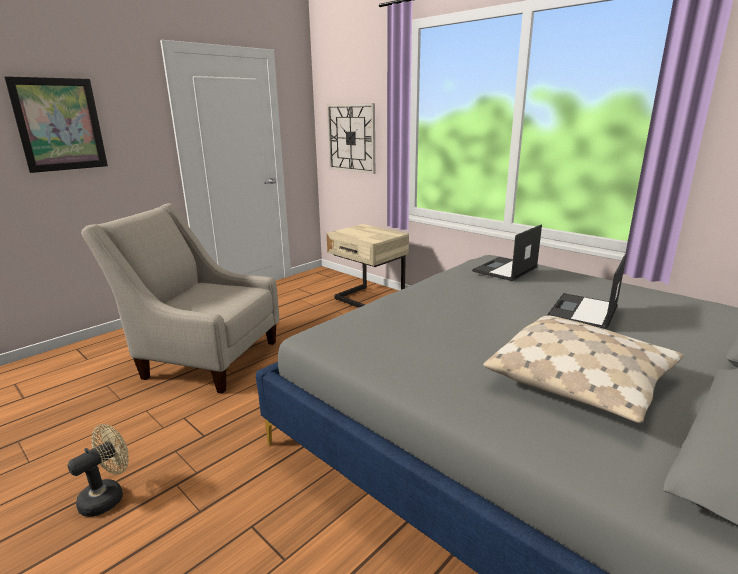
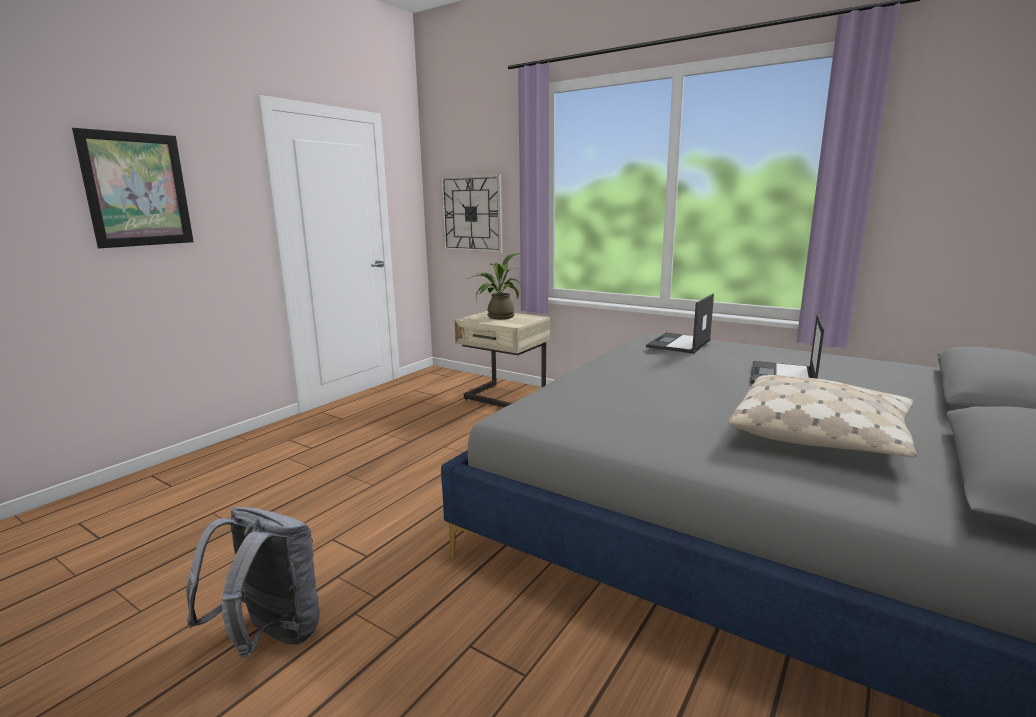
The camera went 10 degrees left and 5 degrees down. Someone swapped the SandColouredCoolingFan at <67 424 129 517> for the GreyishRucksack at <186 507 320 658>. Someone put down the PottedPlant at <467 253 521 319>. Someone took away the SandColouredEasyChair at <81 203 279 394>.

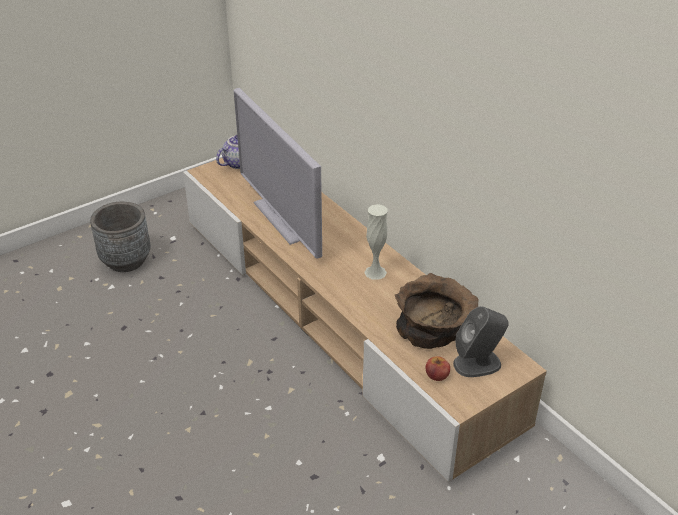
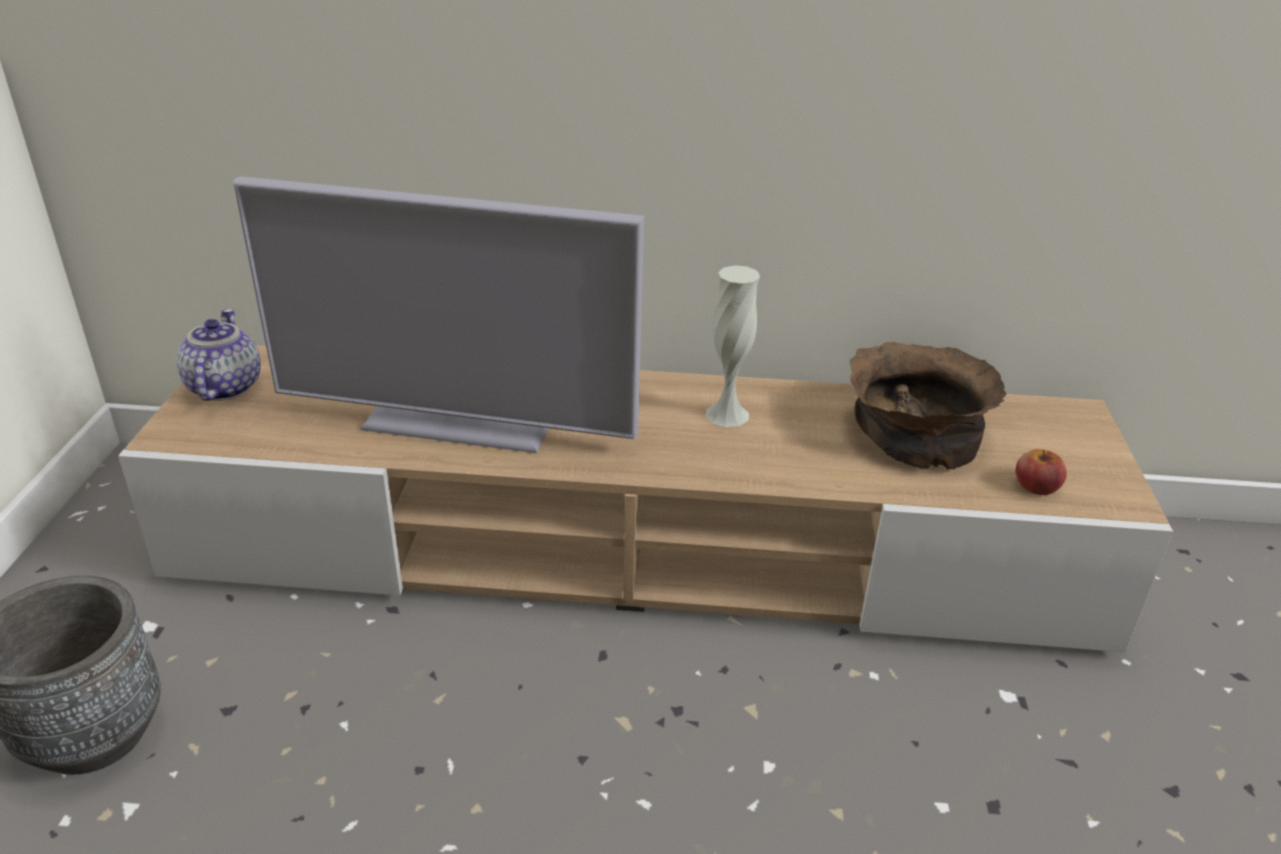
The camera went 50 degrees left and 5 degrees down. Someone took away the GreyishLoudspeaker at <453 306 509 377>.

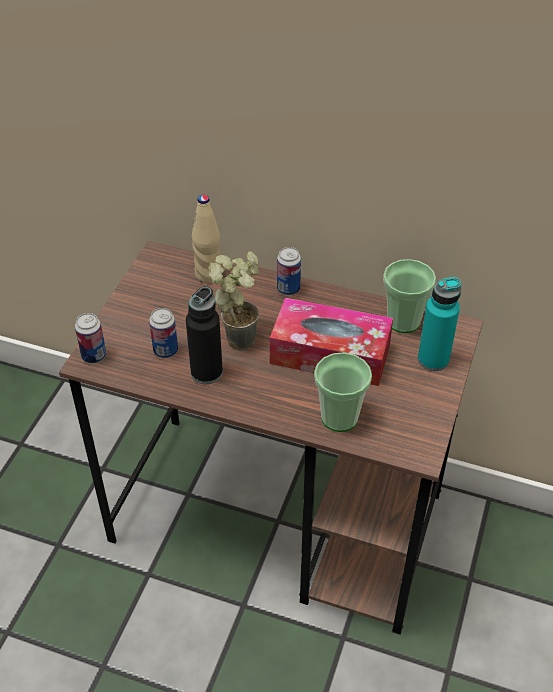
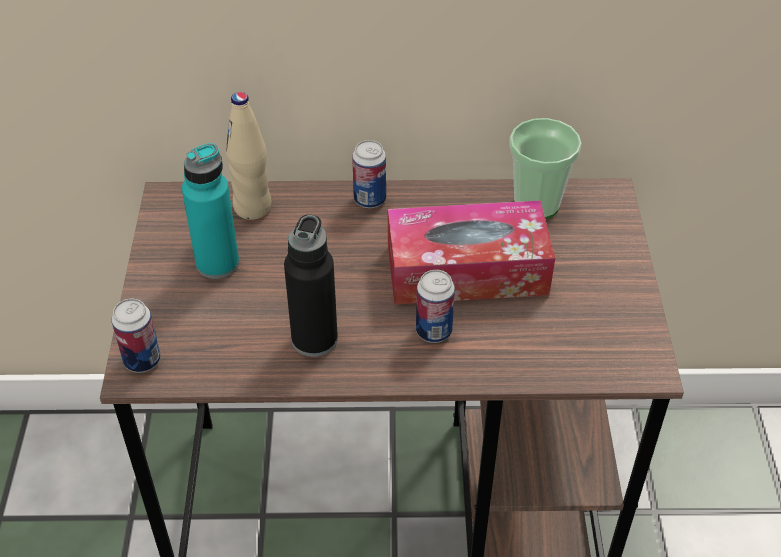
The camera went 20 degrees left and 0 degrees up. Someone carried the BlueGreenDrinkBottle from <418 277 461 371> to <182 143 239 279>. Someone carried the MetalCan from <149 308 178 358> to <416 270 455 343>. Someone took away the PottedPlant at <209 251 259 351>. Someone took away the DrinkingCup at <314 352 372 432>.

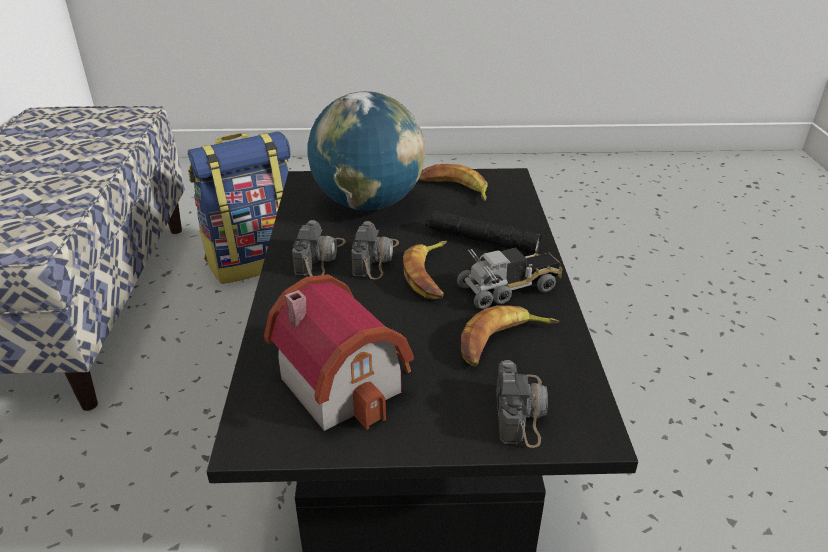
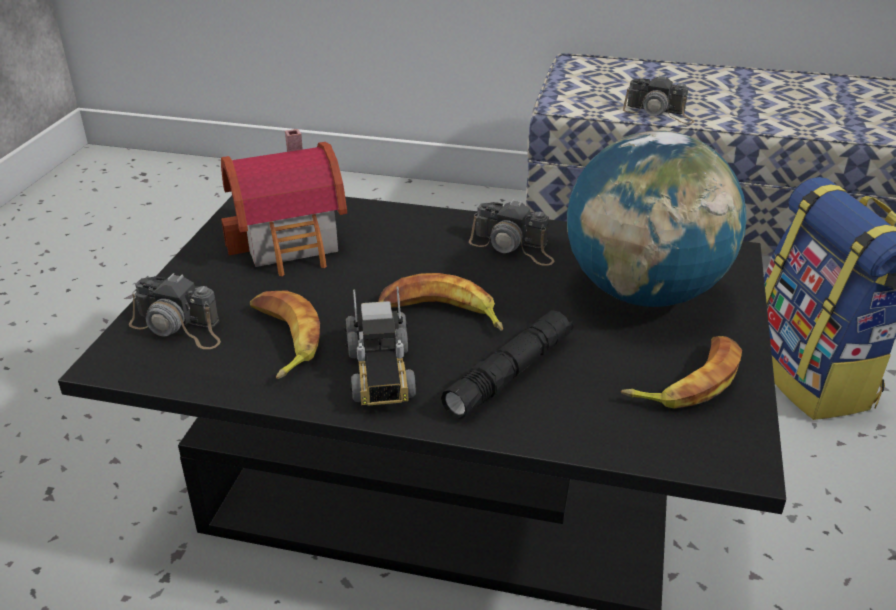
The camera went 105 degrees right and 0 degrees up. Someone carried the StillCamera from <351 221 399 279> to <623 75 695 124>.

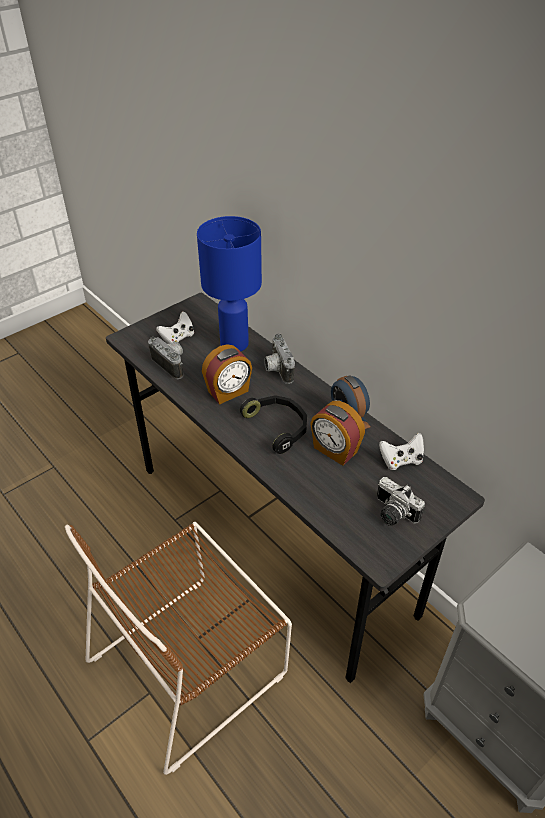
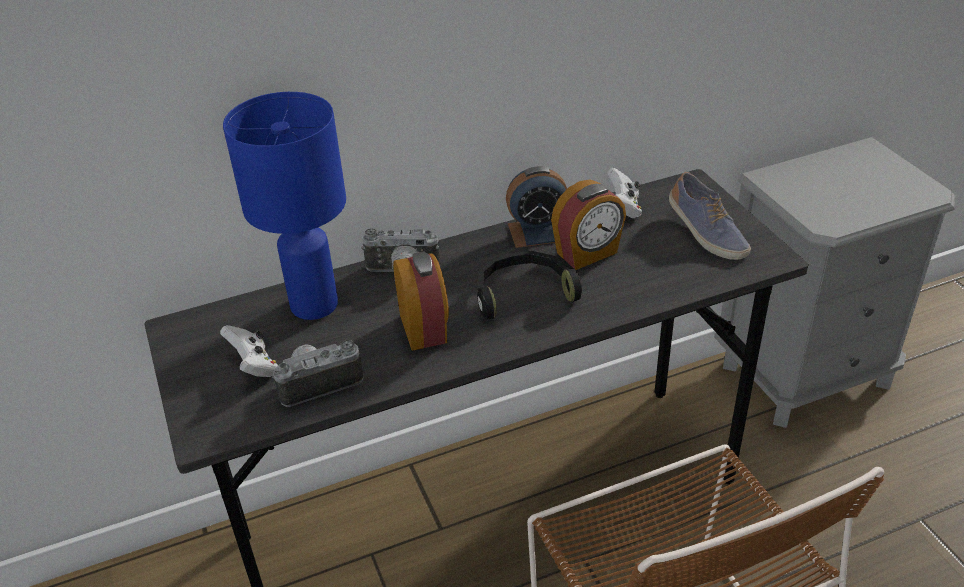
The camera went 70 degrees left and 5 degrees down. Someone swapped the StillCamera at <377 477 425 526> for the ItemOfFootwear at <669 172 751 260>.

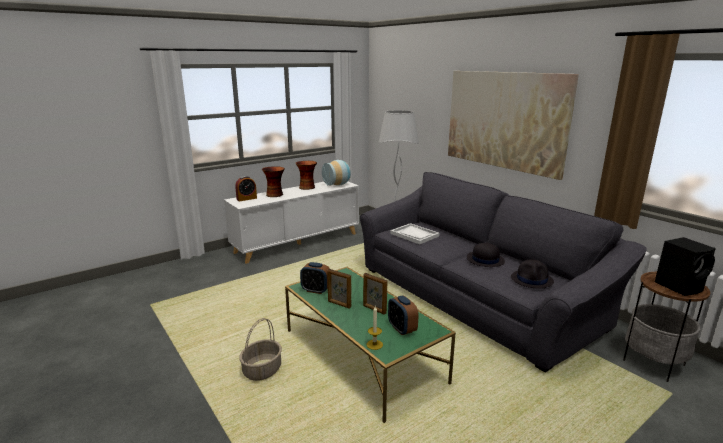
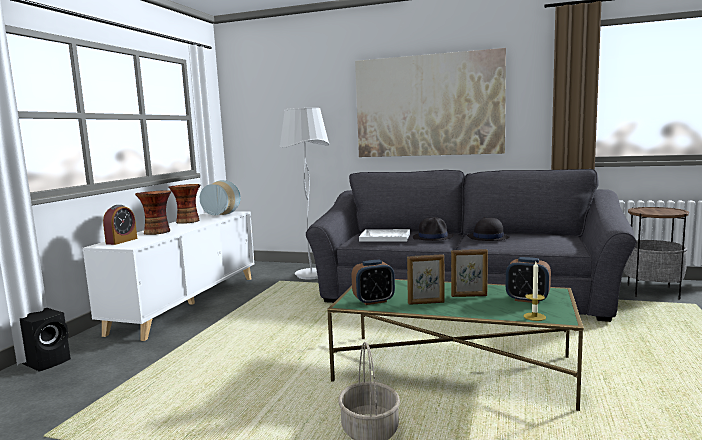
The camera went 35 degrees left and 10 degrees down. Someone carried the BlackishLoudspeaker from <655 237 716 296> to <20 308 71 372>. Someone carried the BlackishHat from <511 259 554 289> to <413 217 454 241>.

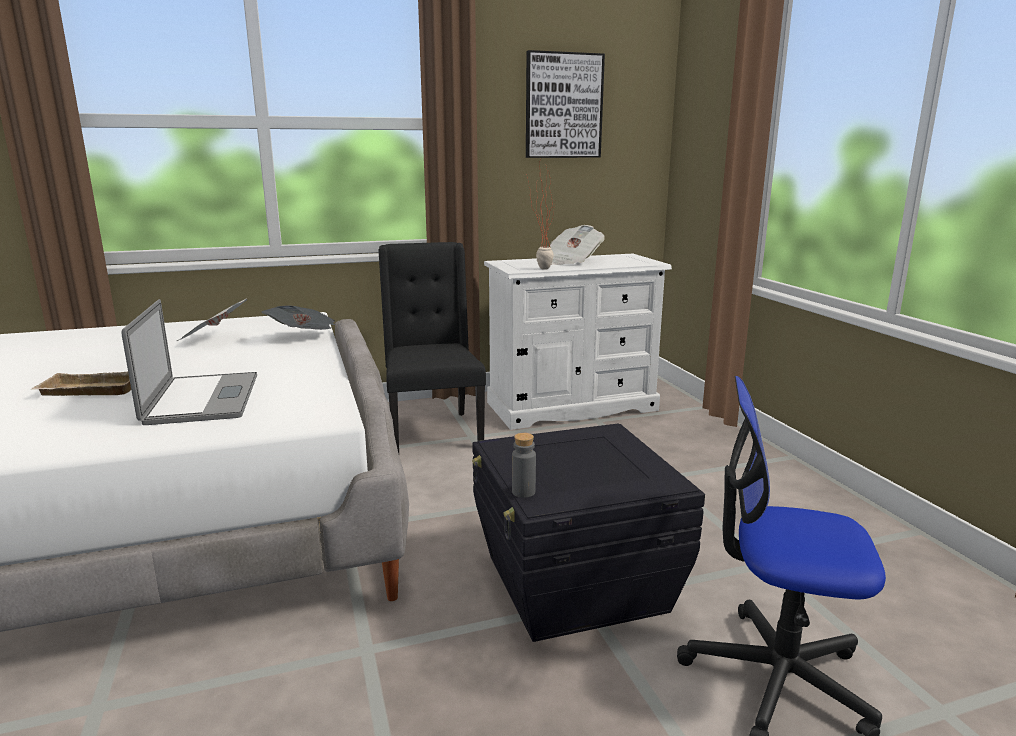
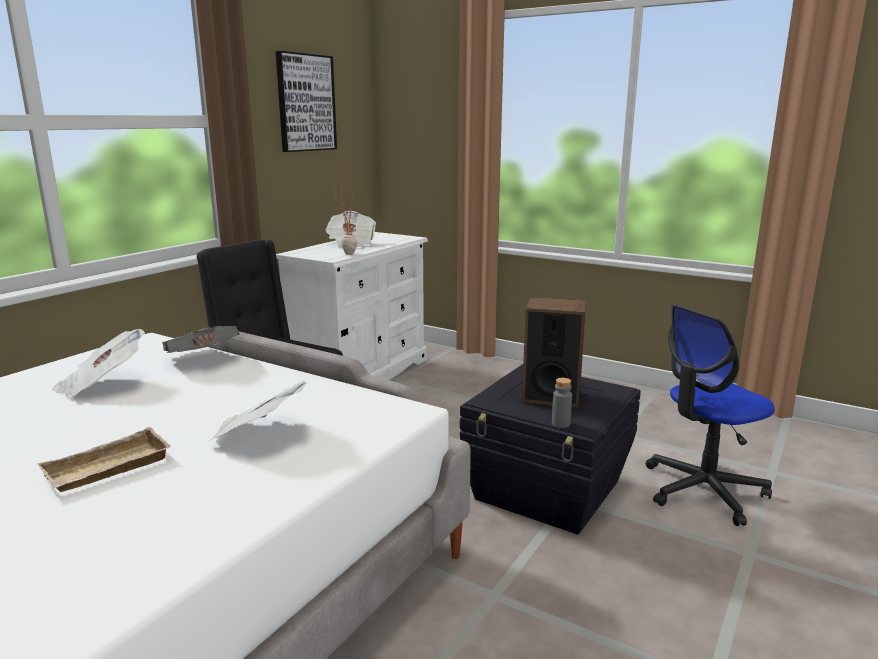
The camera went 40 degrees left and 0 degrees up. Someone swapped the PortableComputer at <121 299 257 425> for the Newspaper at <209 379 307 441>. Someone put down the Loudspeaker at <522 297 586 407>.

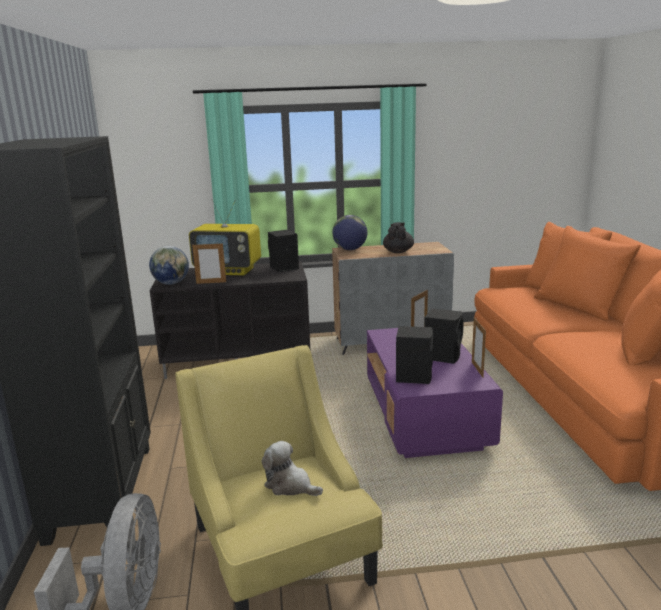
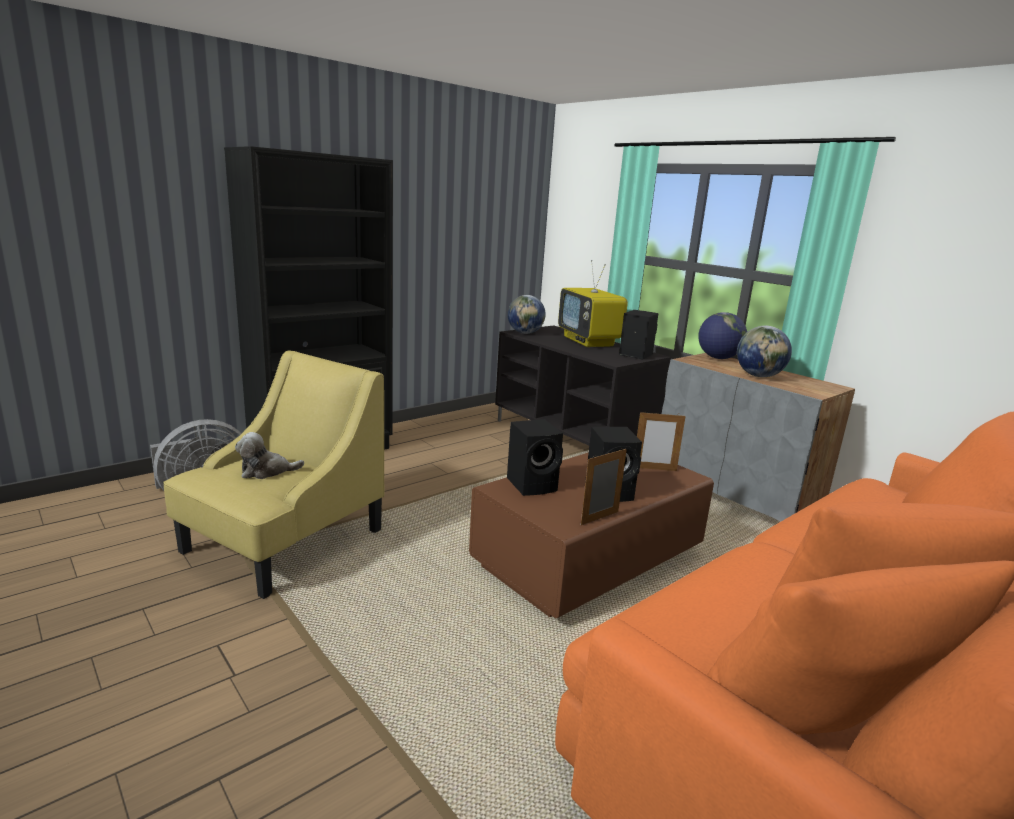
The camera went 55 degrees right and 0 degrees up. Someone rotated the SoftToy at <262 441 323 496> by 105 degrees counterclockwise. Someone repainted the PurplishLoungeTable at <367 328 503 458>, which became the BrownishLoungeTable at <469 452 714 618>. Someone swapped the BlackishTeaPot at <383 222 414 253> for the WorldGlobe at <737 326 792 377>. Someone took away the PhotoFrame at <192 243 226 284>.

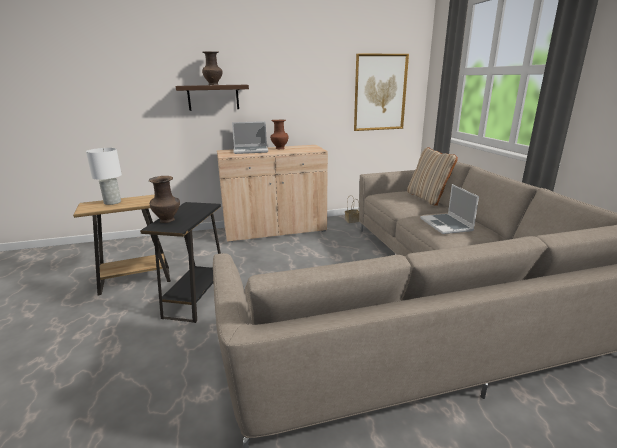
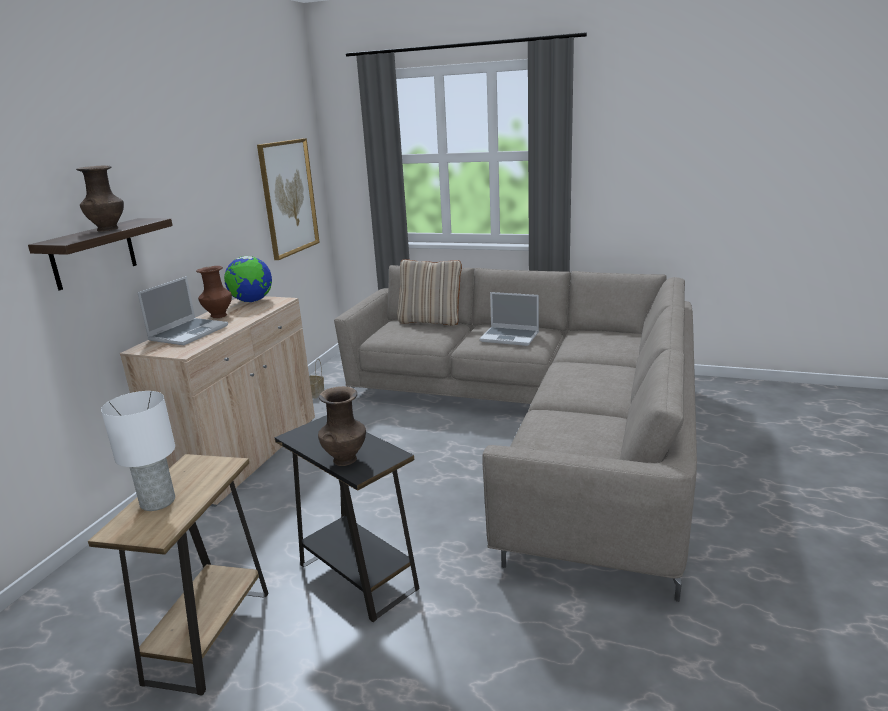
The camera went 55 degrees left and 0 degrees up. Someone put down the WorldGlobe at <224 256 272 302>.

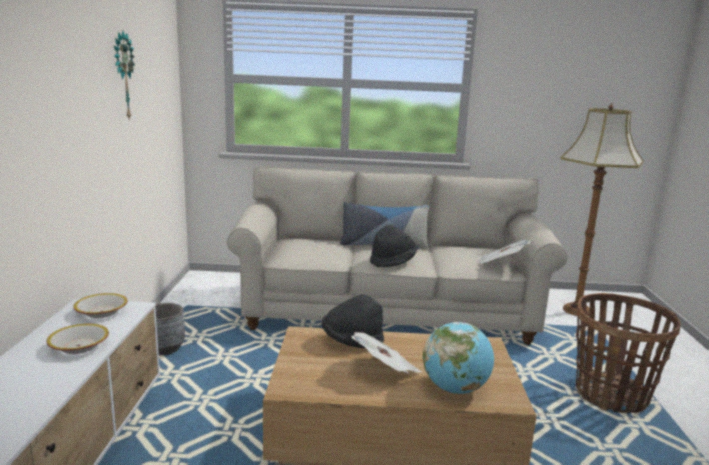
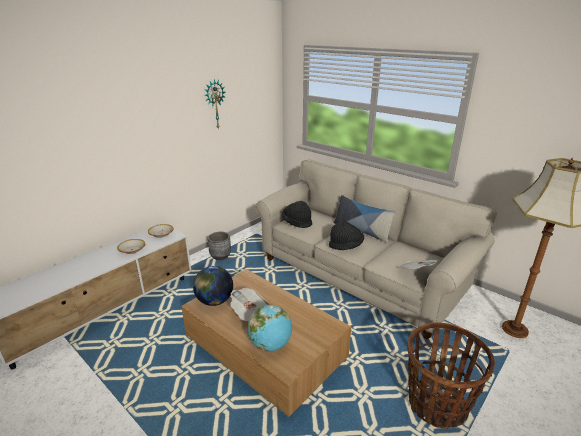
The camera went 40 degrees right and 10 degrees up. Someone put down the WorldGlobe at <193 266 233 306>. Someone carried the BlackishHat from <322 294 384 348> to <282 201 312 228>.

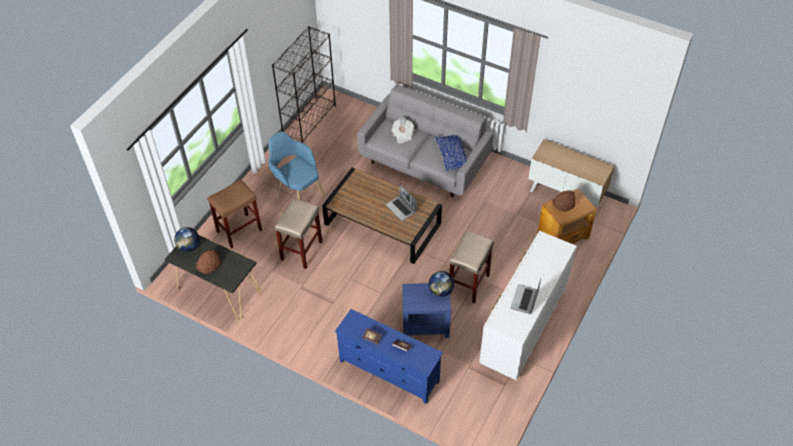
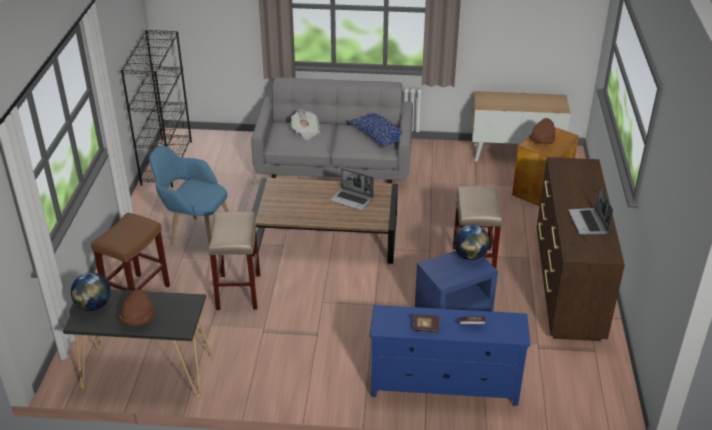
The camera went 25 degrees left and 15 degrees down. Someone repainted the WhiteDresser at <479 231 577 380>, which became the BrownishDresser at <537 157 625 341>.

